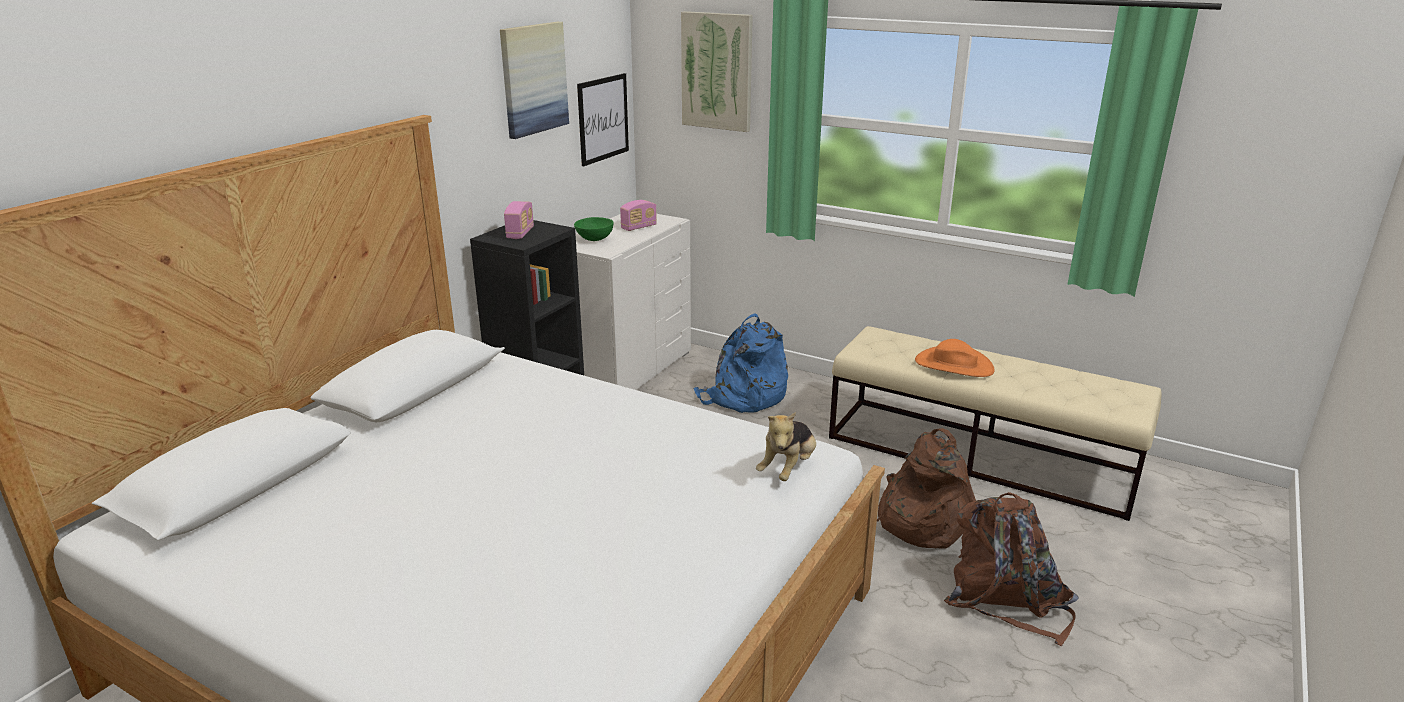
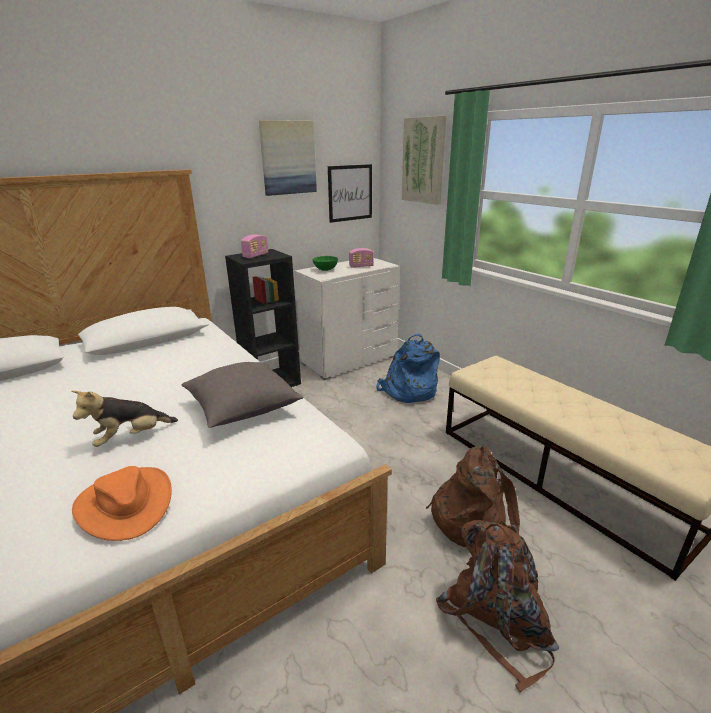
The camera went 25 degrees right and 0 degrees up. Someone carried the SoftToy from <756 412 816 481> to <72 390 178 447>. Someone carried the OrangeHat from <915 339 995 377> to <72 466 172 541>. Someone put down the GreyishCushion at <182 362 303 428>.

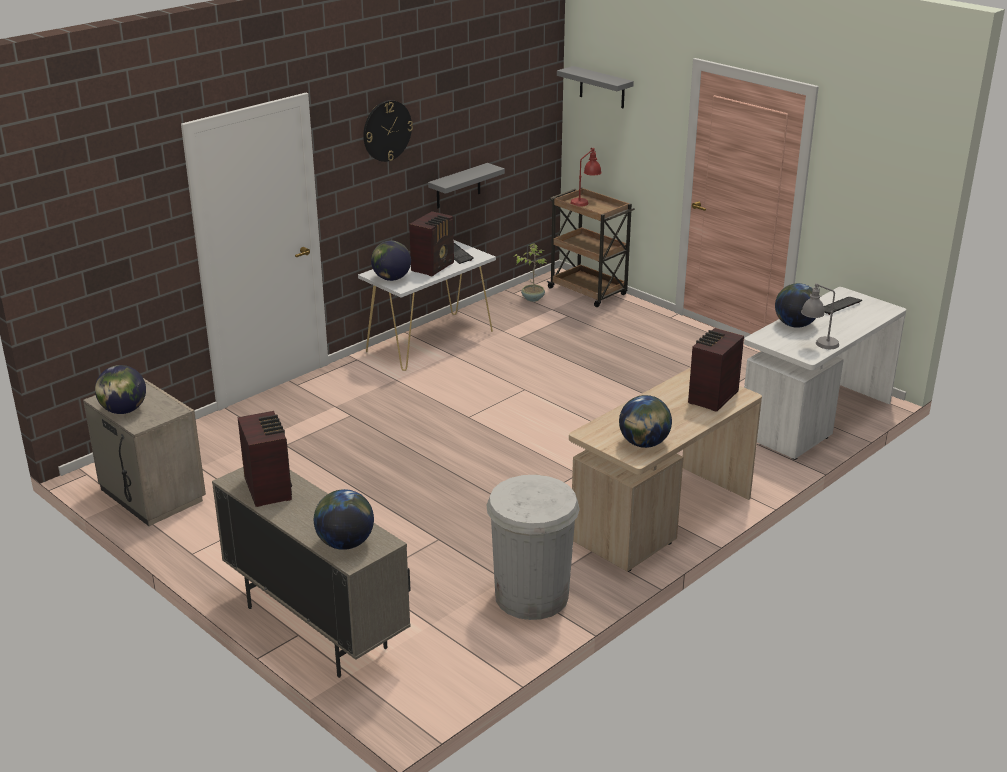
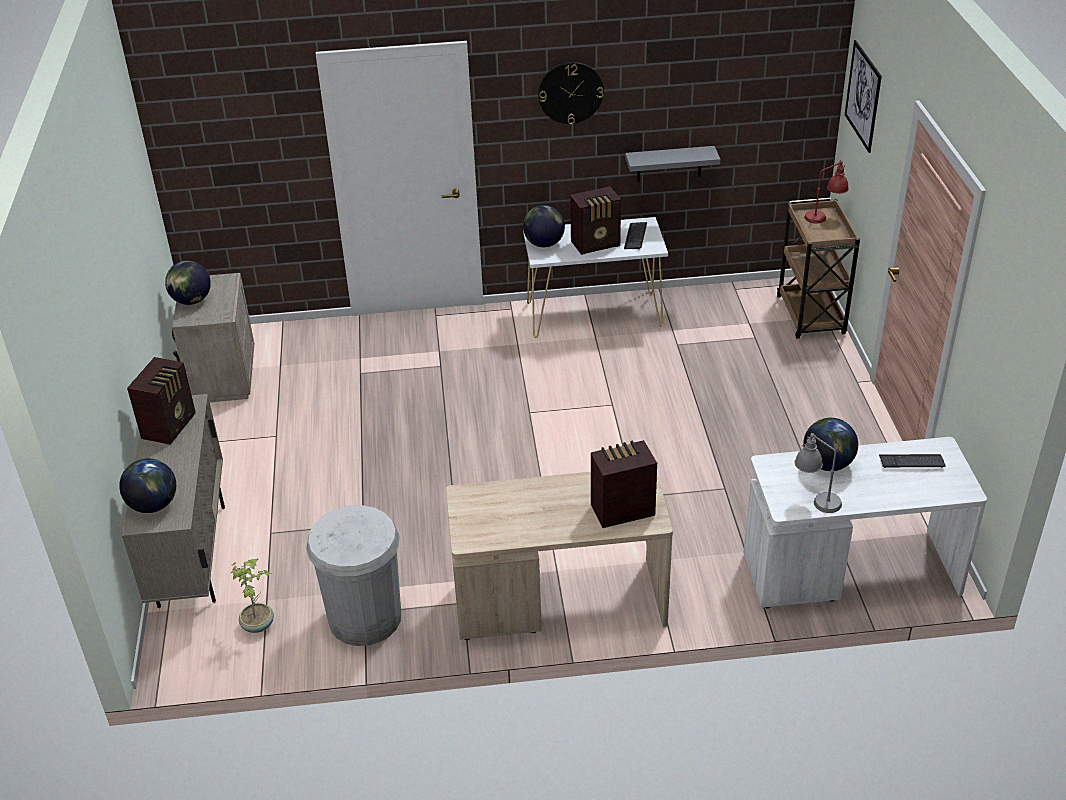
The camera went 40 degrees right and 10 degrees up. Someone carried the PottedPlant from <514 244 548 302> to <230 559 274 633>. Someone swapped the GreyishBracketShelf at <557 66 634 108> for the WallPicture at <845 40 882 153>. Someone took away the WorldGlobe at <619 395 672 448>.

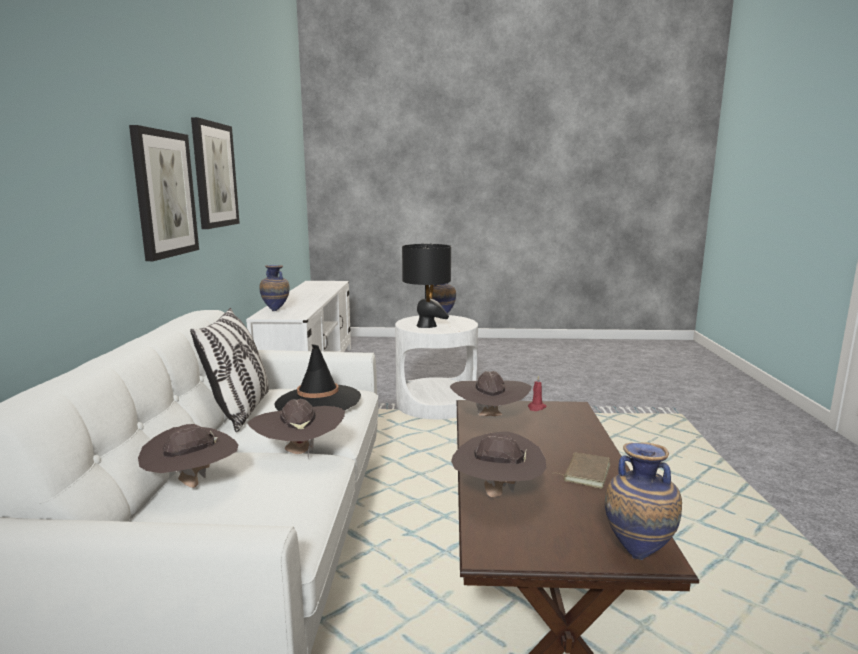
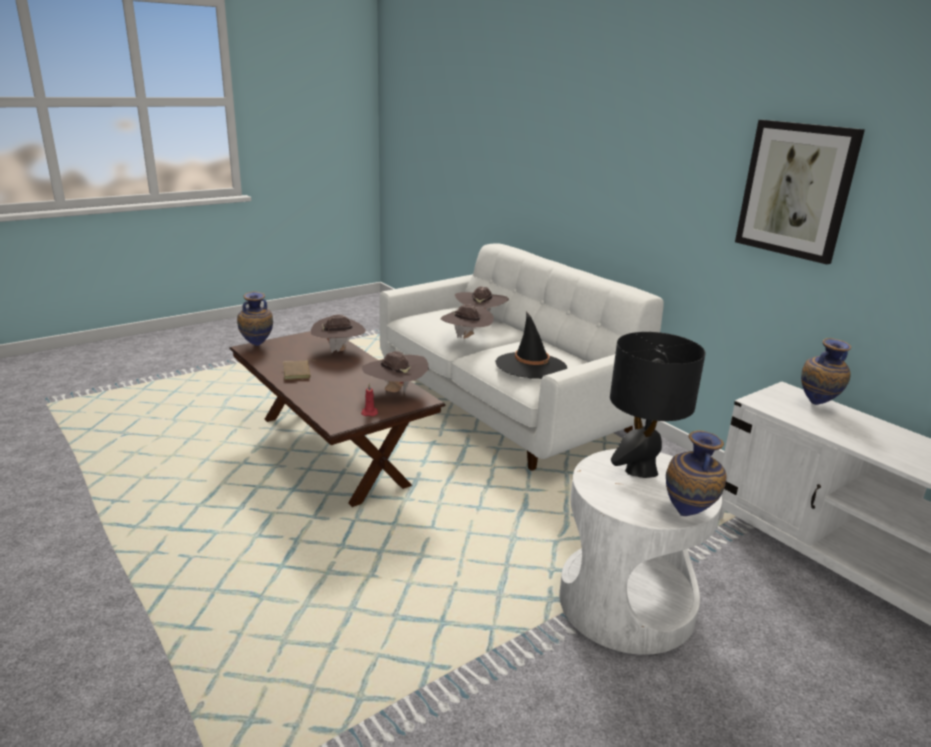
The camera went 140 degrees right and 10 degrees up. Someone took away the WallPicture at <129 125 199 261>. Someone took away the Cushion at <190 308 269 432>.

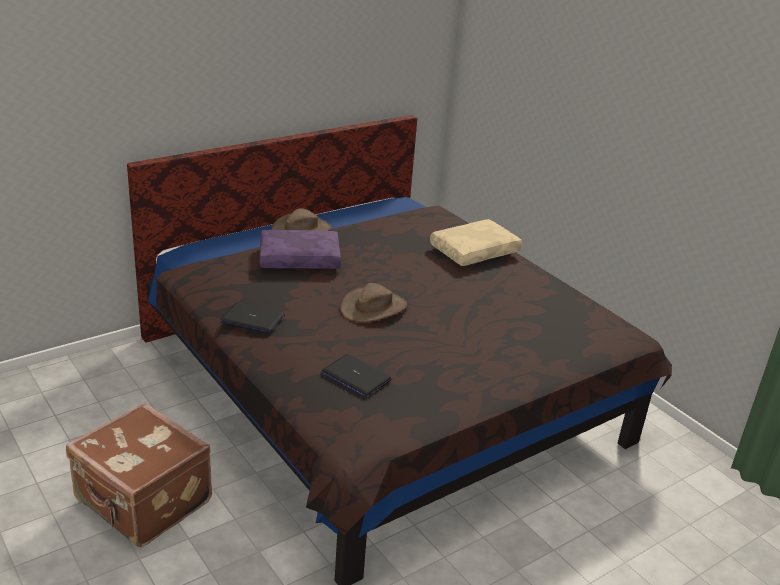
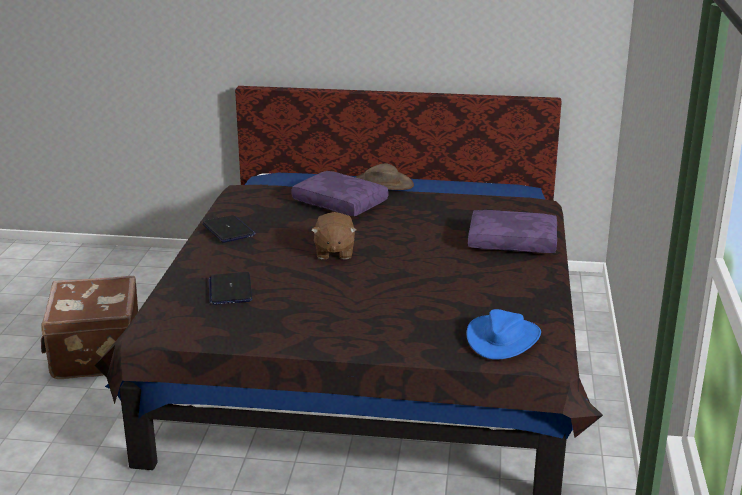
The camera went 45 degrees right and 5 degrees down. Someone swapped the BrownishHat at <340 283 407 322> for the BrownishSoftToy at <311 212 356 259>. Someone put down the BluishHat at <466 309 541 360>. Someone repainted the SandColouredCushion at <430 219 522 266>, which became the PurplishCushion at <468 210 557 253>.

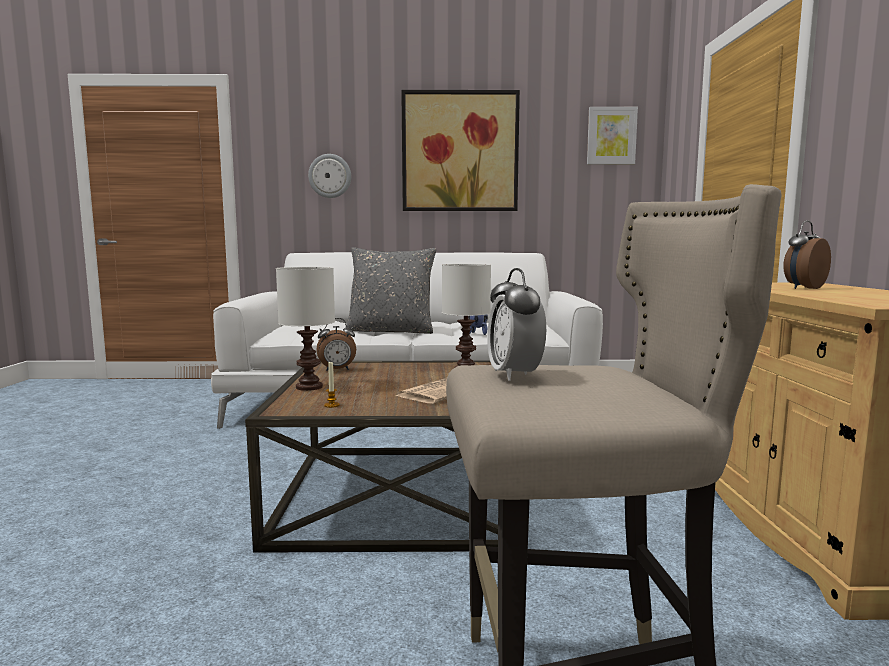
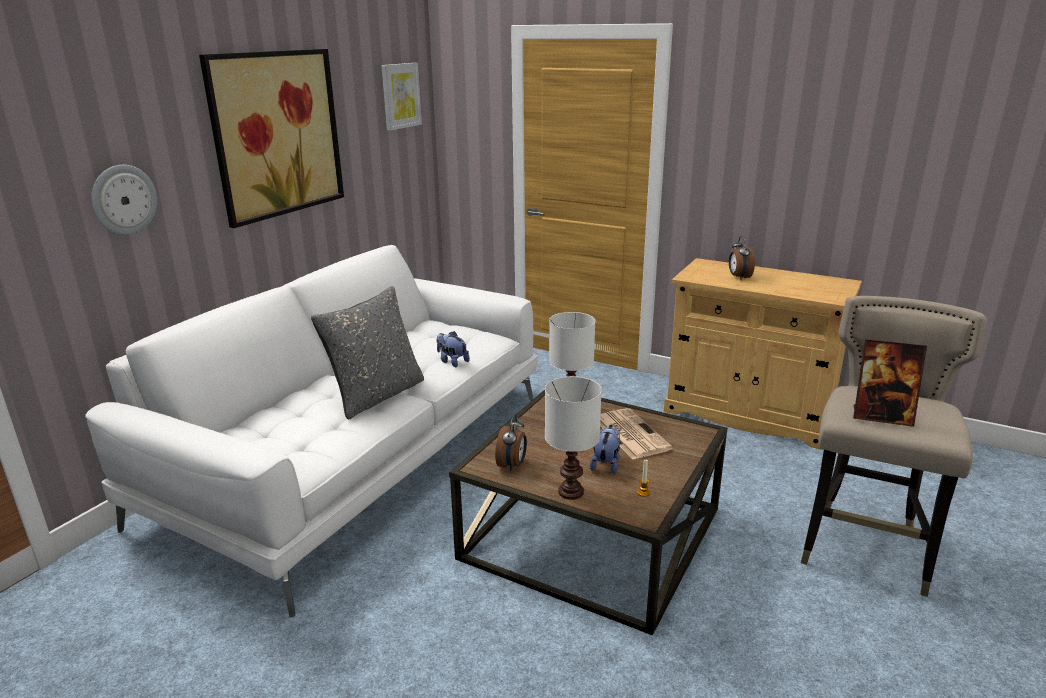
The camera went 60 degrees left and 15 degrees up. Someone put down the SoftToy at <590 425 620 474>. Someone swapped the BedsideClock at <487 268 546 381> for the PhotoFrame at <853 339 927 427>.

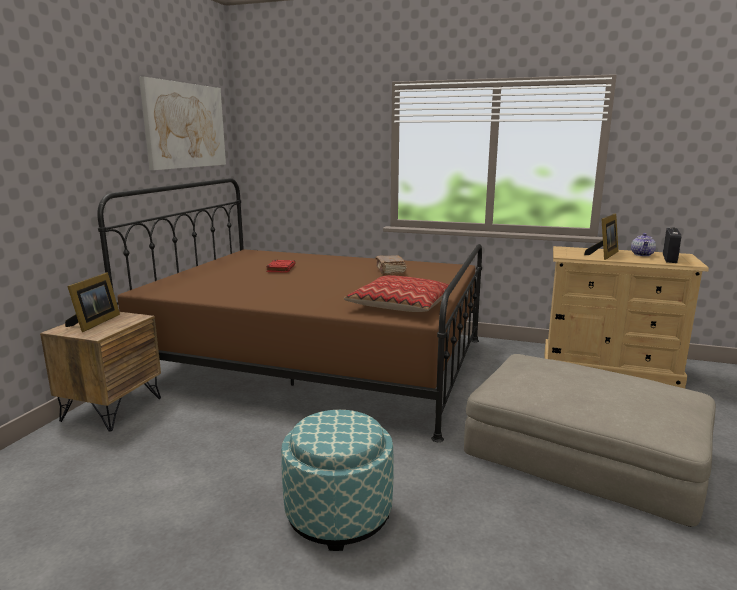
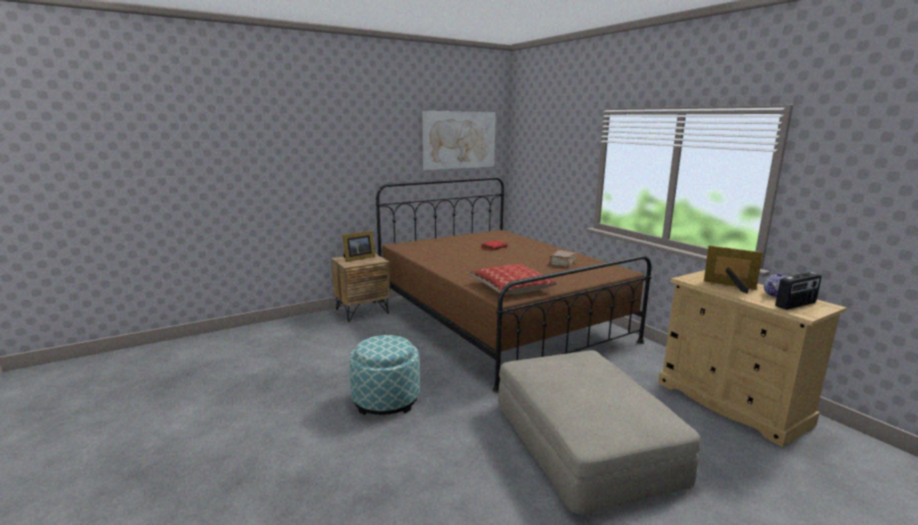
The camera went 40 degrees right and 0 degrees up. Someone rotated the PhotoFrame at <584 214 618 260> by 135 degrees counterclockwise.

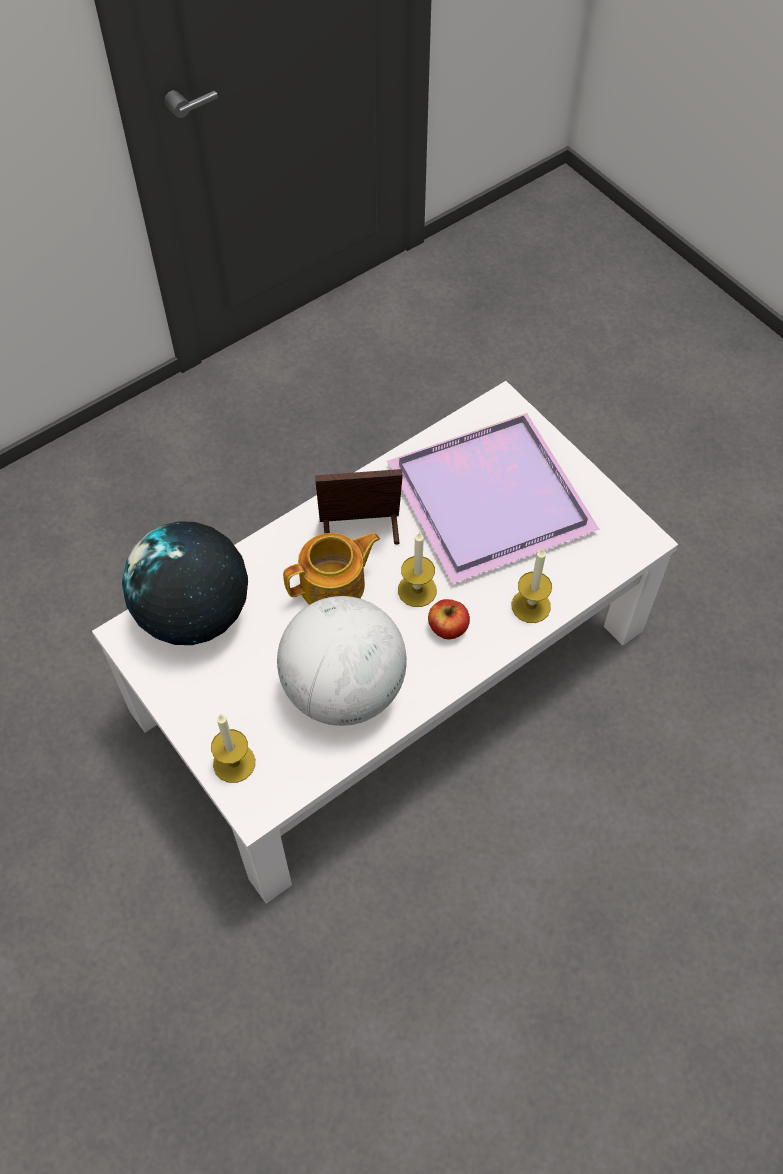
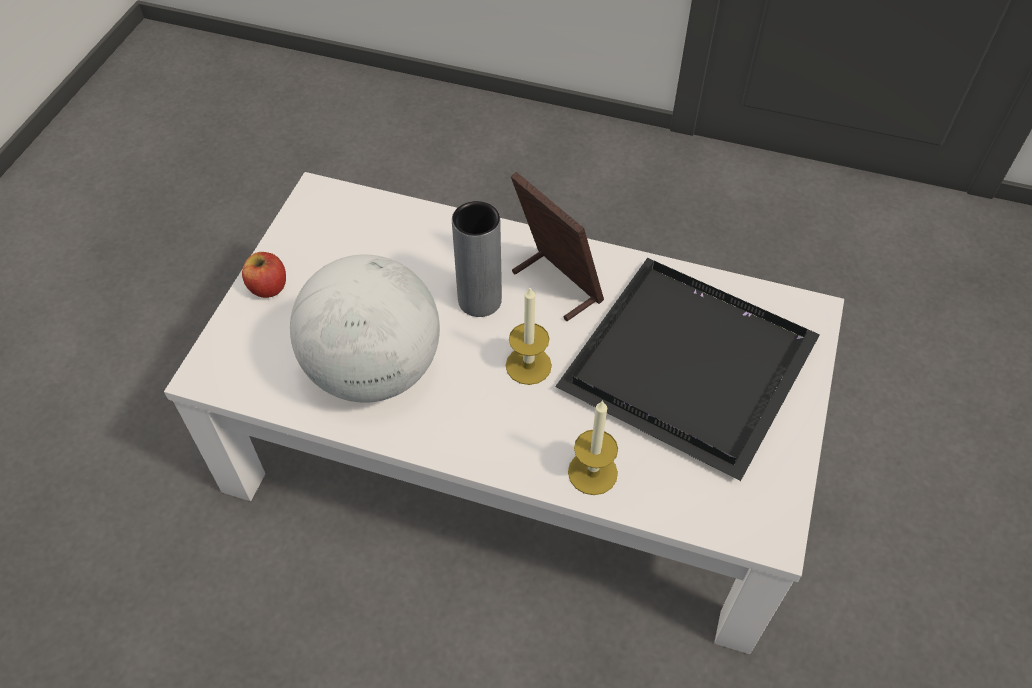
The camera went 55 degrees right and 5 degrees down. Someone carried the AppleFruit from <428 599 470 639> to <242 252 286 298>. Someone swapped the TeaPot at <283 533 380 605> for the GreyishFlowerVase at <452 201 502 317>. Someone repainted the PurplishCarryingTray at <387 413 600 584>, which became the BlackishCarryingTray at <555 258 820 481>. Someone took away the WorldGlobe at <122 521 248 645>. Someone took away the WaxCandle at <211 714 255 783>.

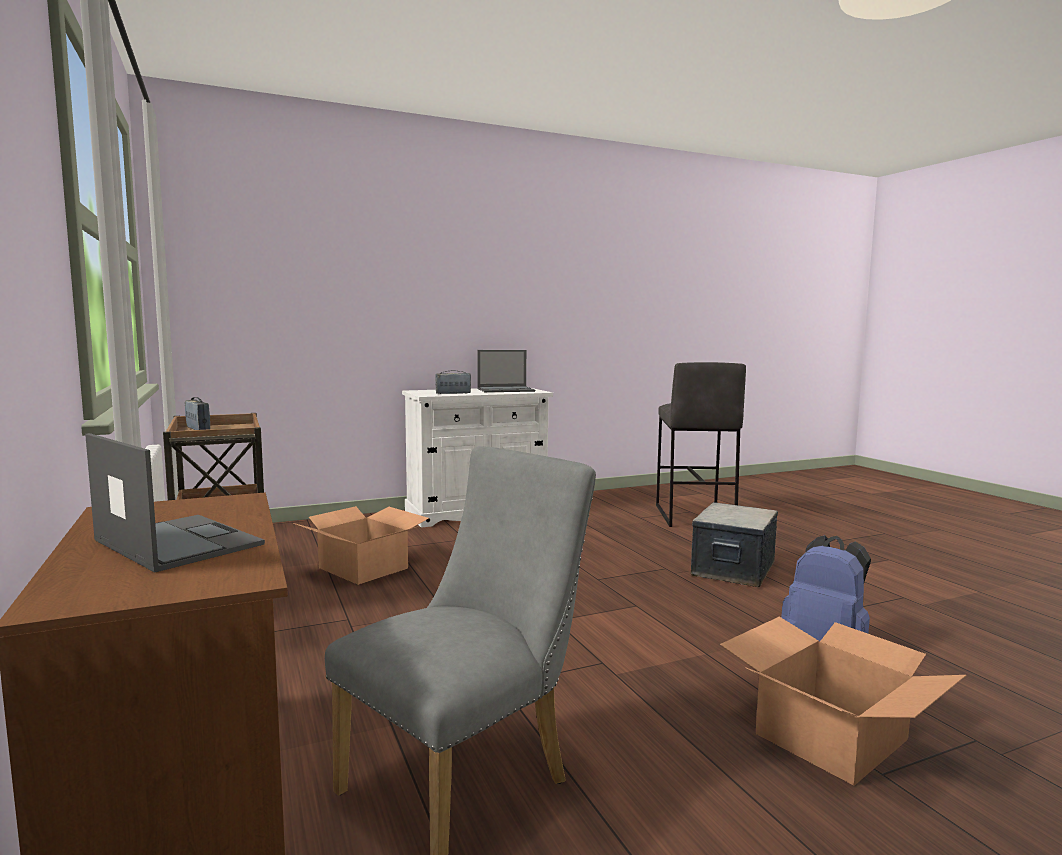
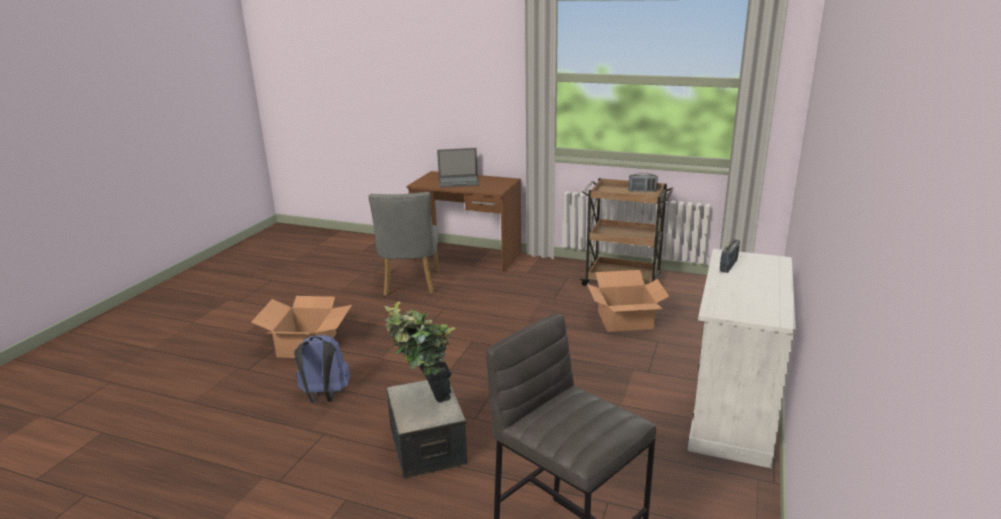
The camera went 135 degrees right and 15 degrees up. Someone put down the PottedPlant at <384 301 456 402>. Someone took away the PortableComputer at <477 350 535 392>.

